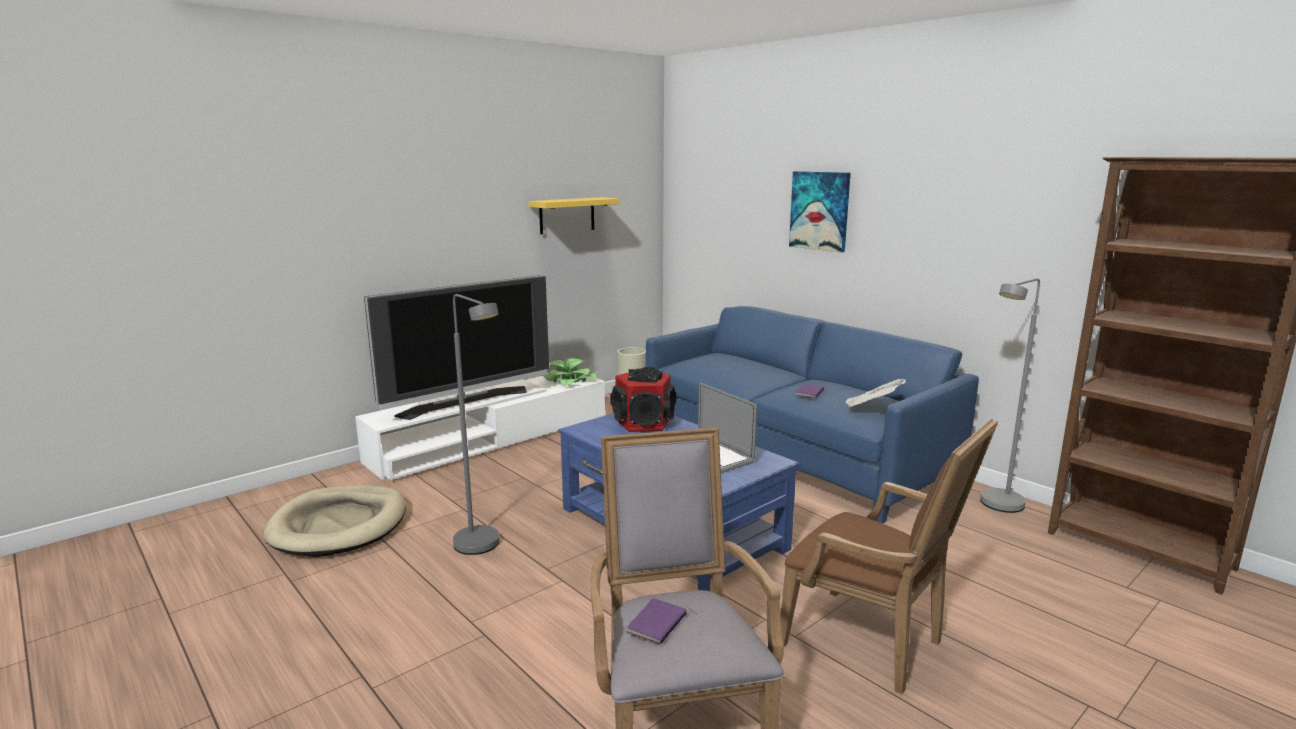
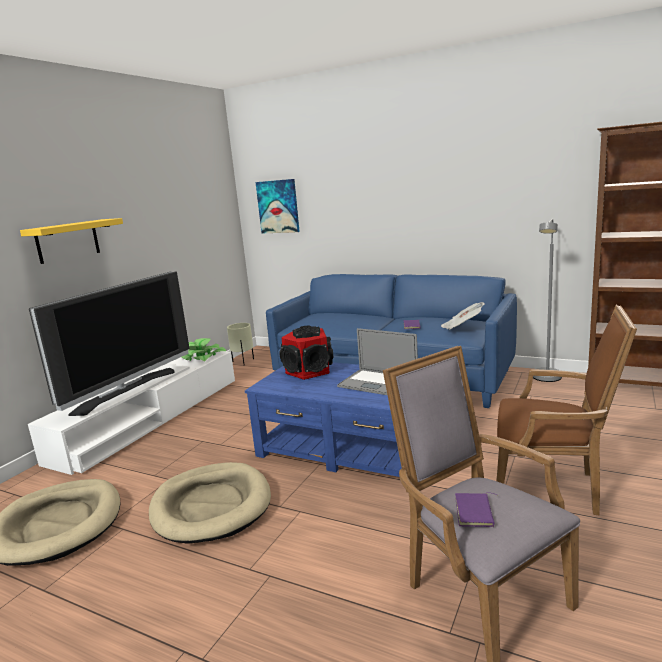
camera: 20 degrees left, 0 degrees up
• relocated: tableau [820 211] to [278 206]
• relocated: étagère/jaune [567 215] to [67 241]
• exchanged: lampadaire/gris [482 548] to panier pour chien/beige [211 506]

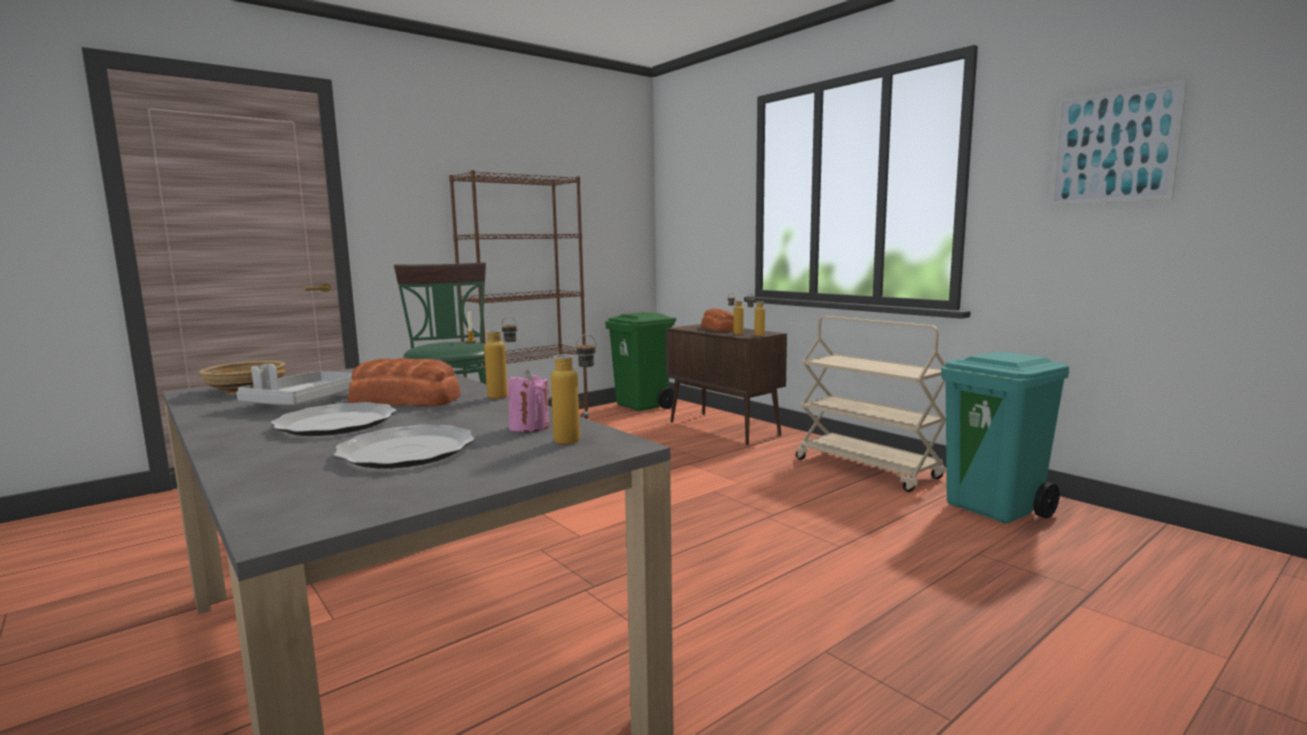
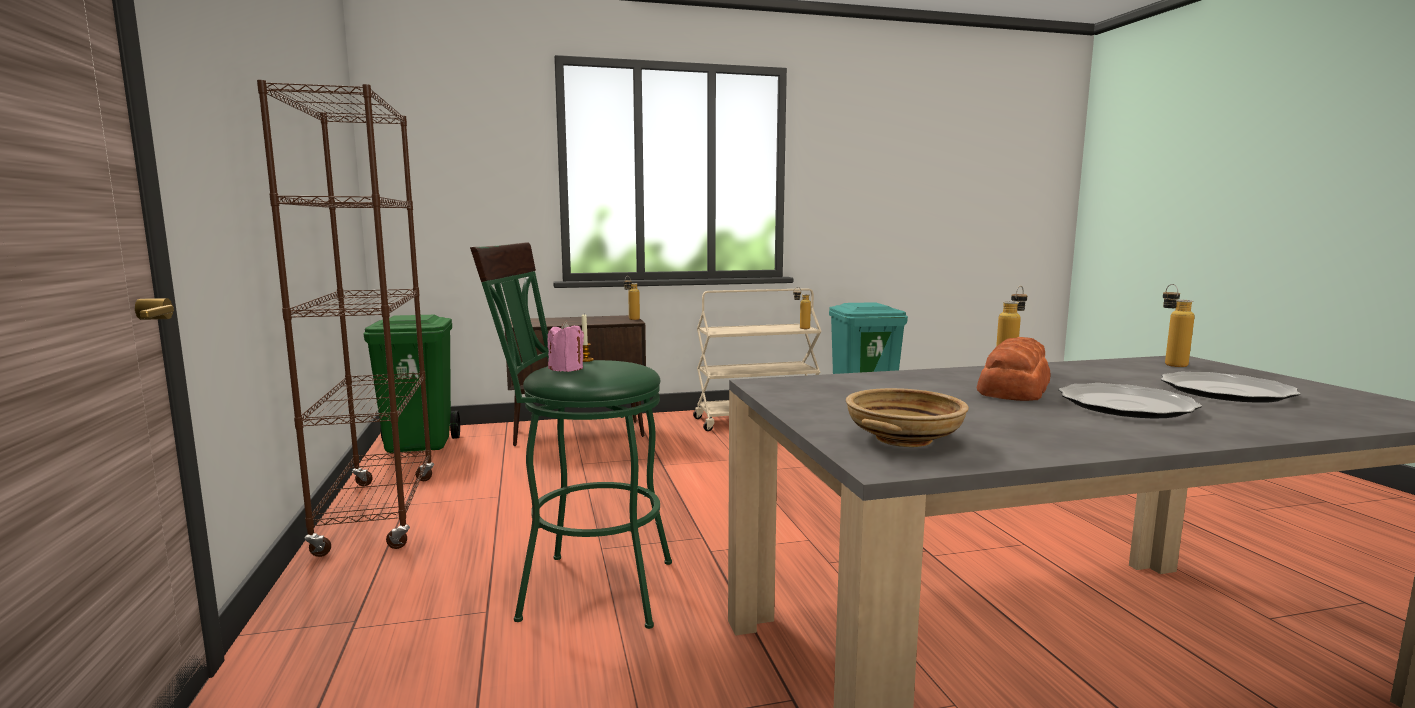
camera: 65 degrees left, 0 degrees up
• missing: tableau [1113 147]
• relocated: bouteille [735 333] to [800 328]
• missing: pain [718 329]
• missing: plateau/gris [304 402]
• relocated: bougie/rose [529 427] to [566 369]

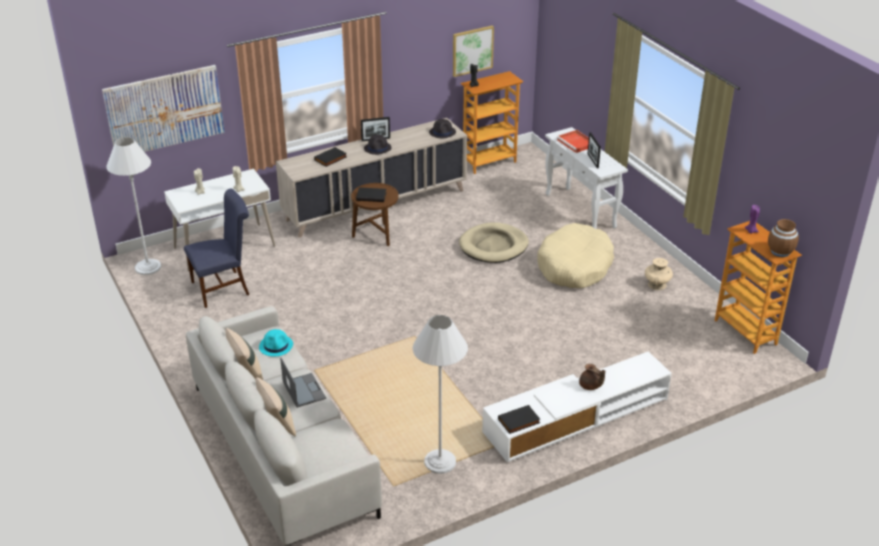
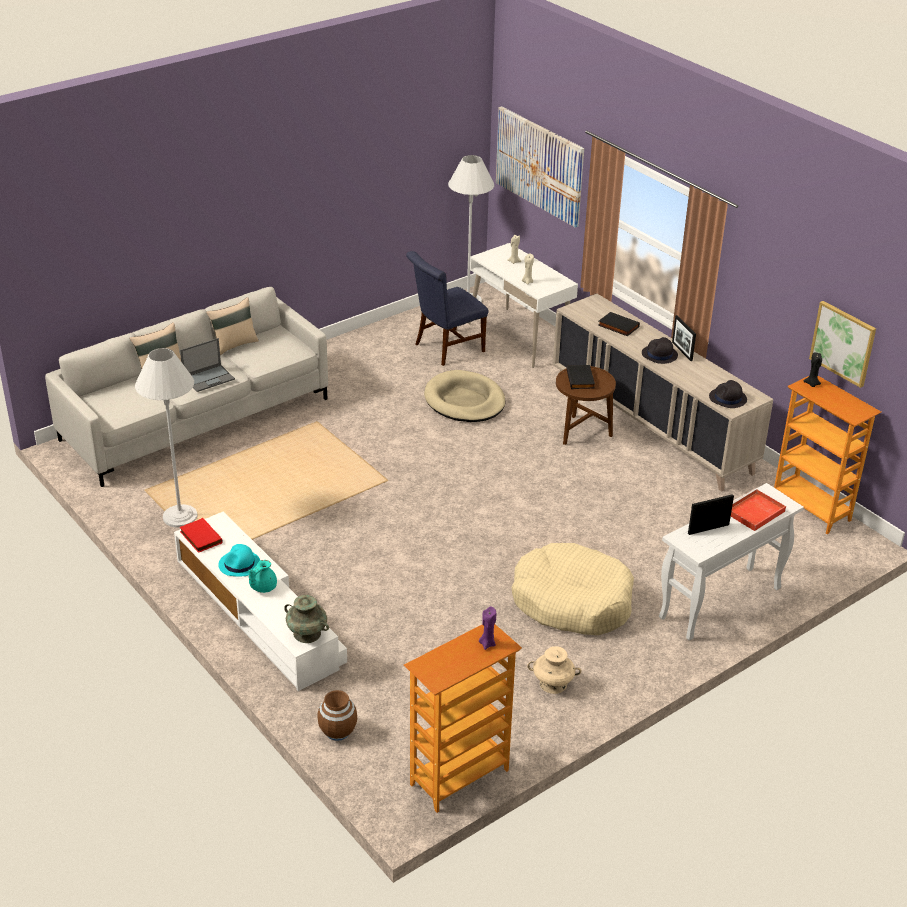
camera: 80 degrees right, 0 degrees up
• spun: chaise/bleu [224 287] = [445 349] 90 degrees clockwise
• relocated: vase/marron [780 251] to [338 731]
• relocated: panier pour chien/beige [493 246] to [464 401]
• relocated: chapeau/turquoise [276 346] to [239 564]
• colour: théière/marron [590 386] to théière/turquoise [262 587]
• colour: livre/noir [519 422] to livre/rouge [200 537]
• appeared: vase/turquoise [307 634]

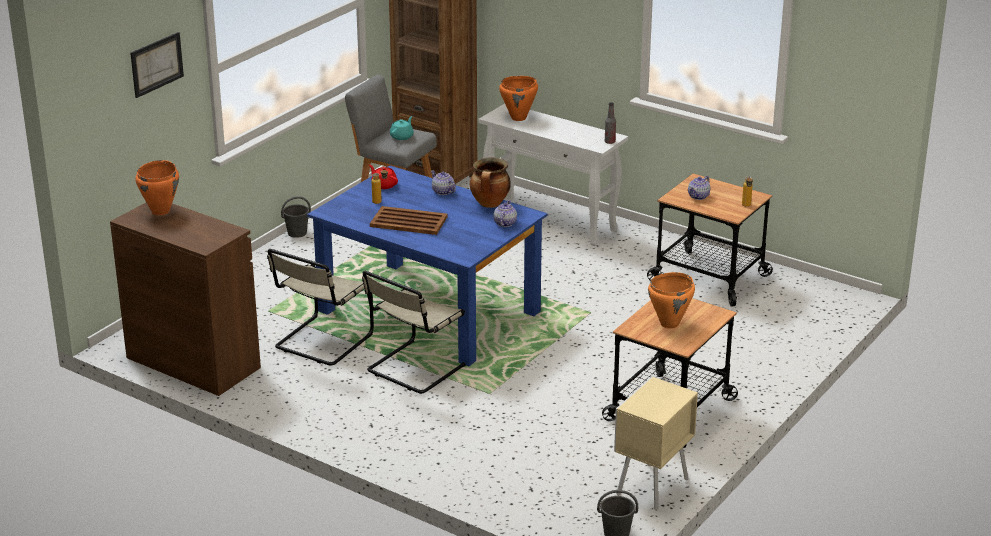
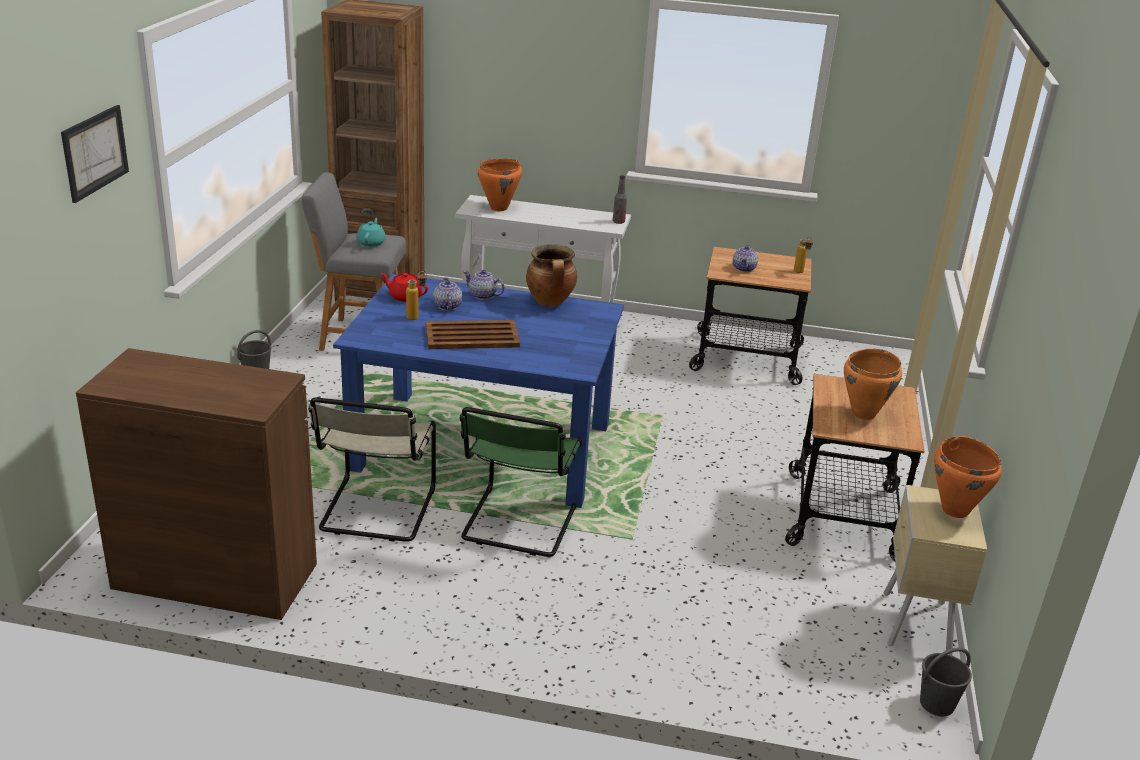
camera: 25 degrees left, 0 degrees up
• relocated: marmite/orange [161 211] to [955 510]
• relocated: théière [504 223] to [447 306]
• colour: chaise/beige [414 369] to chaise/vert [518 524]

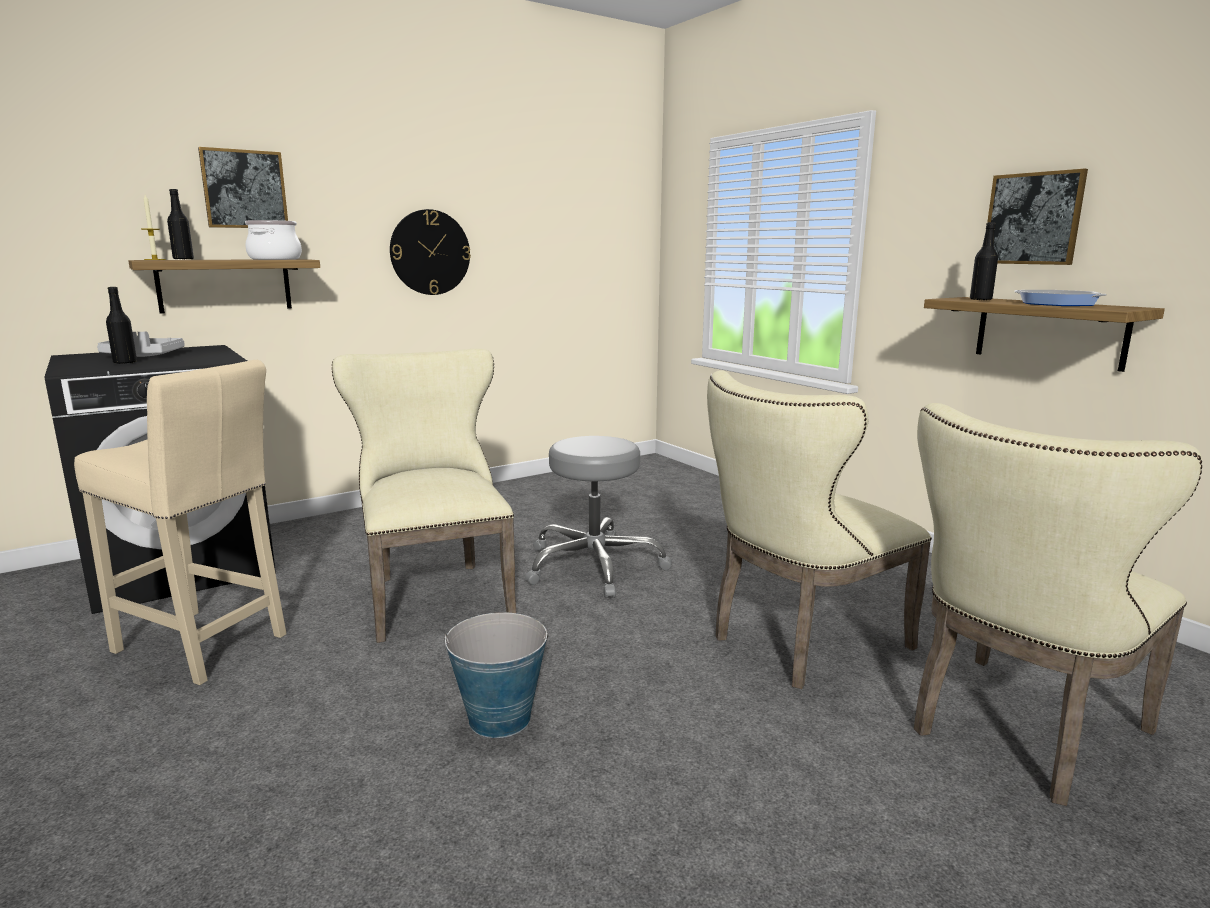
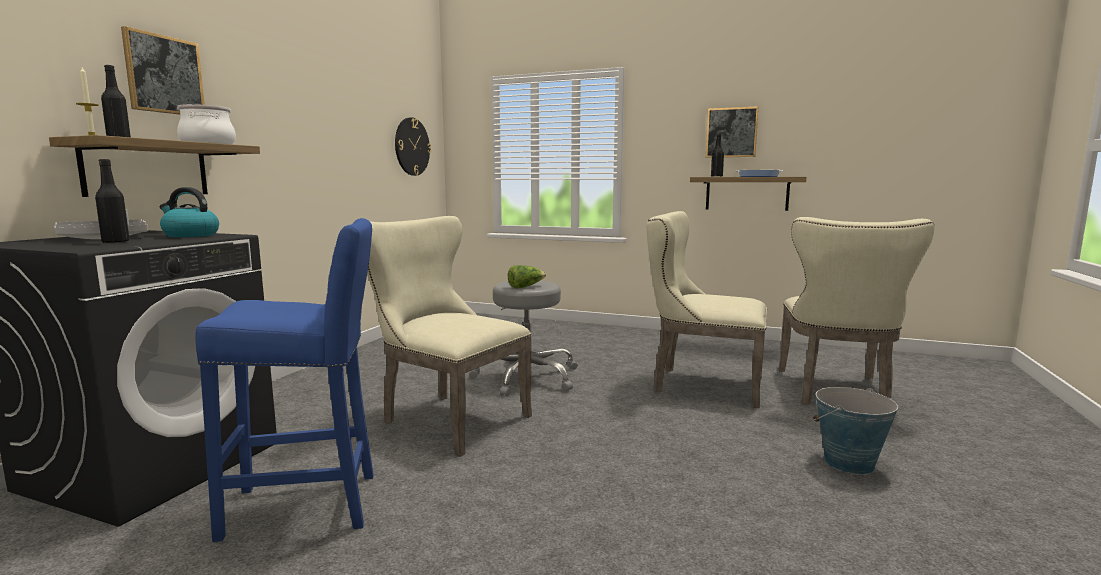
camera: 35 degrees left, 5 degrees down
• relocated: horloge murale [430 252] to [412 146]
• colour: tabouret/beige [204 646] to tabouret/bleu [311 506]
• spun: chaise/beige [799 643] = [700 384] 90 degrees clockwise
• relocated: seau [499 718] to [848 463]
• appeared: bouilloire [190 235]
• appeared: laitue [525 287]

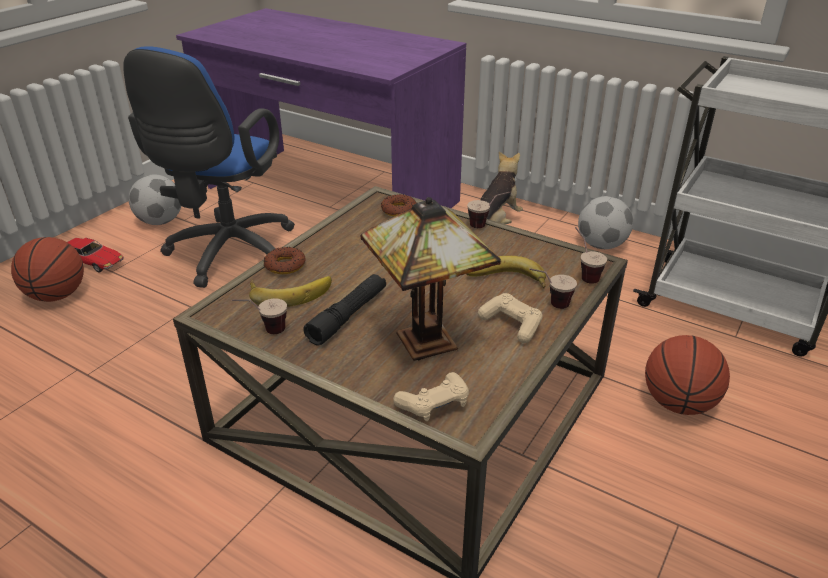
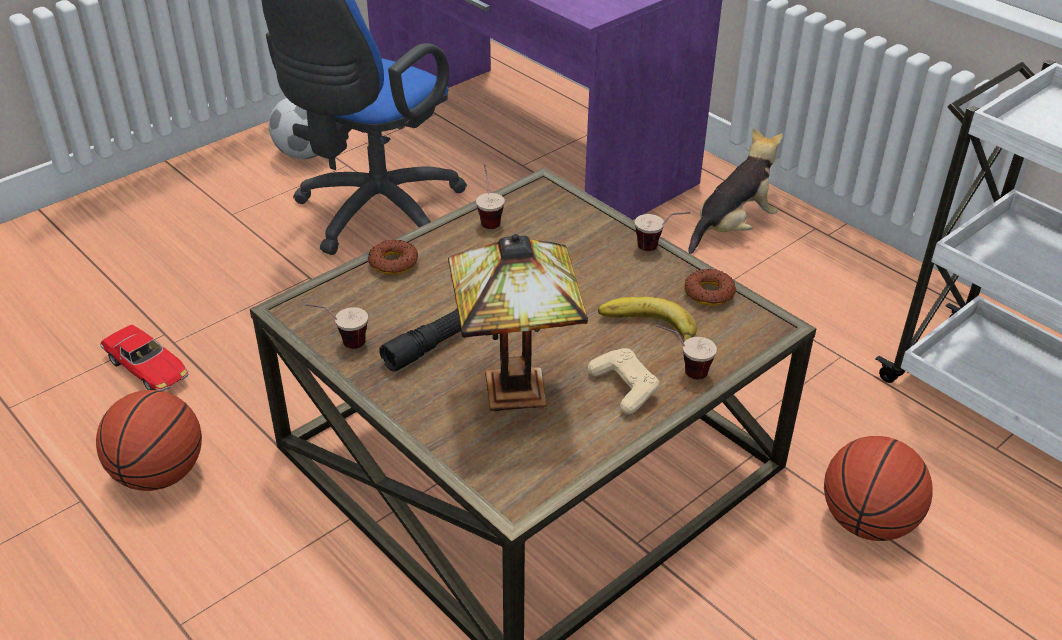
camera: 15 degrees right, 5 degrees up
• relocated: beignet [398 210] to [708 293]
• missing: ballon de foot [601 245]
• relocated: tasse [583 274] to [488 217]
• relocated: ballon de basket [57 296] to [159 474]
• relocated: petite voiture [93 261] to [148 368]
• missing: banane [290 292]
• missing: manette/beige [434 404]

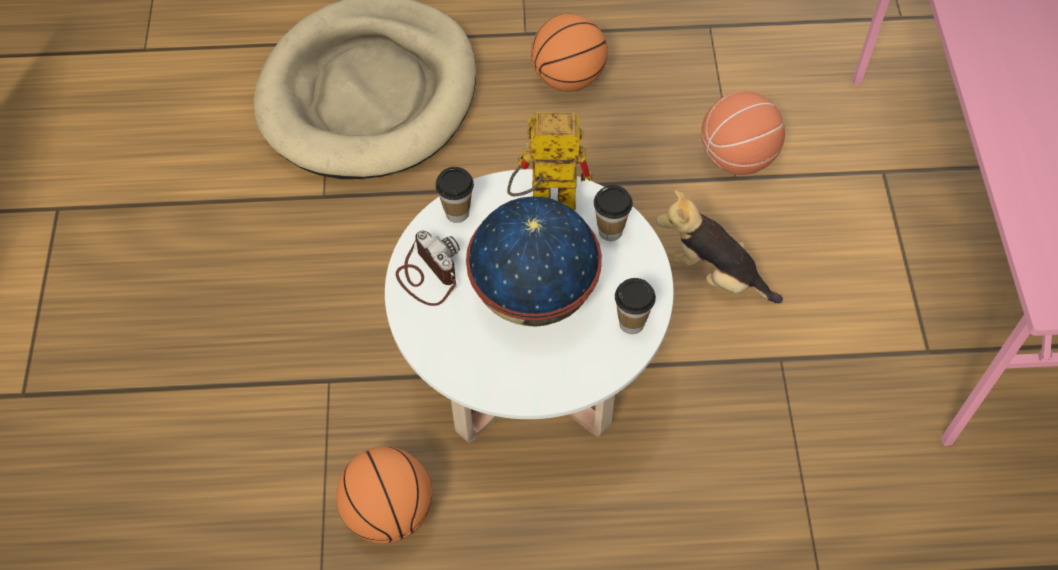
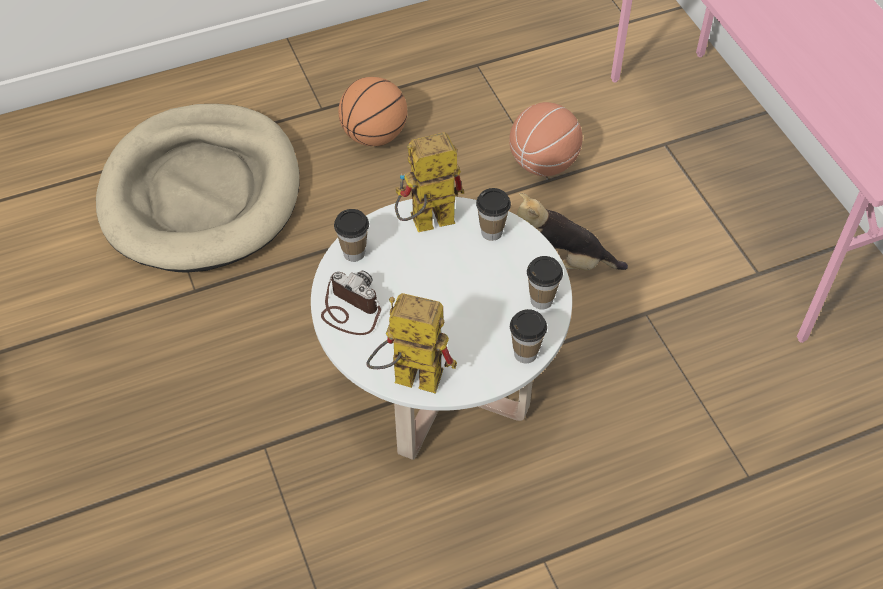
camera: 20 degrees left, 5 degrees down
• missing: globe [534 295]
• missing: ballon de basket [389 512]
• appeared: robot jouet [407 378]
• appeared: tasse [525 353]

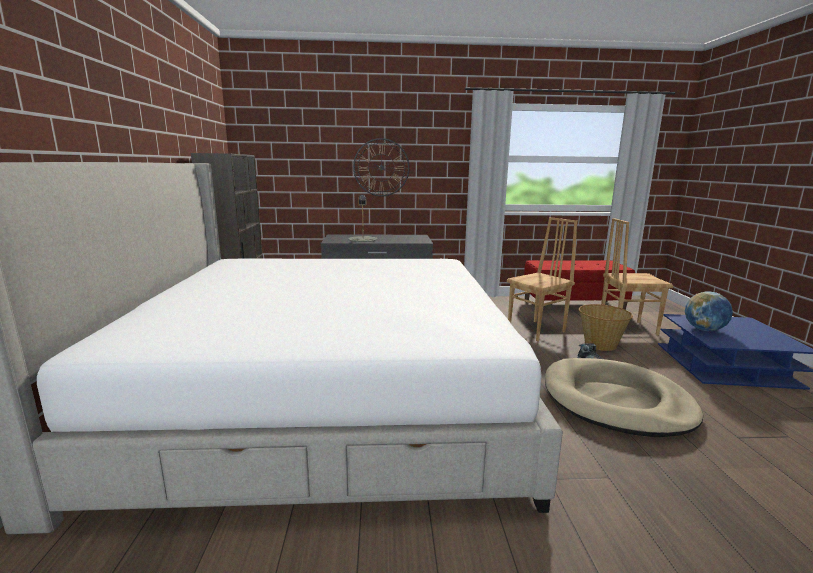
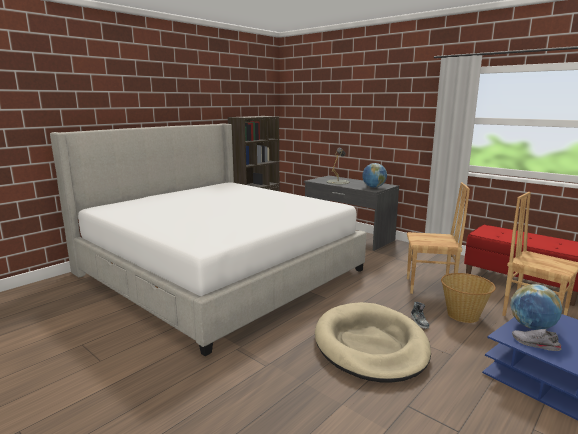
camera: 45 degrees right, 0 degrees up
• missing: horloge murale [381 167]
• appeared: globe [373 187]
• appeared: chaussure/gris [535 344]

